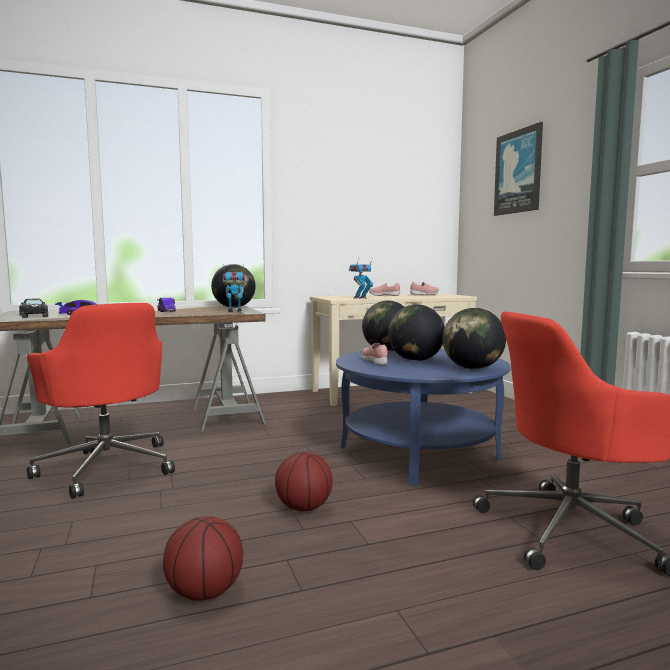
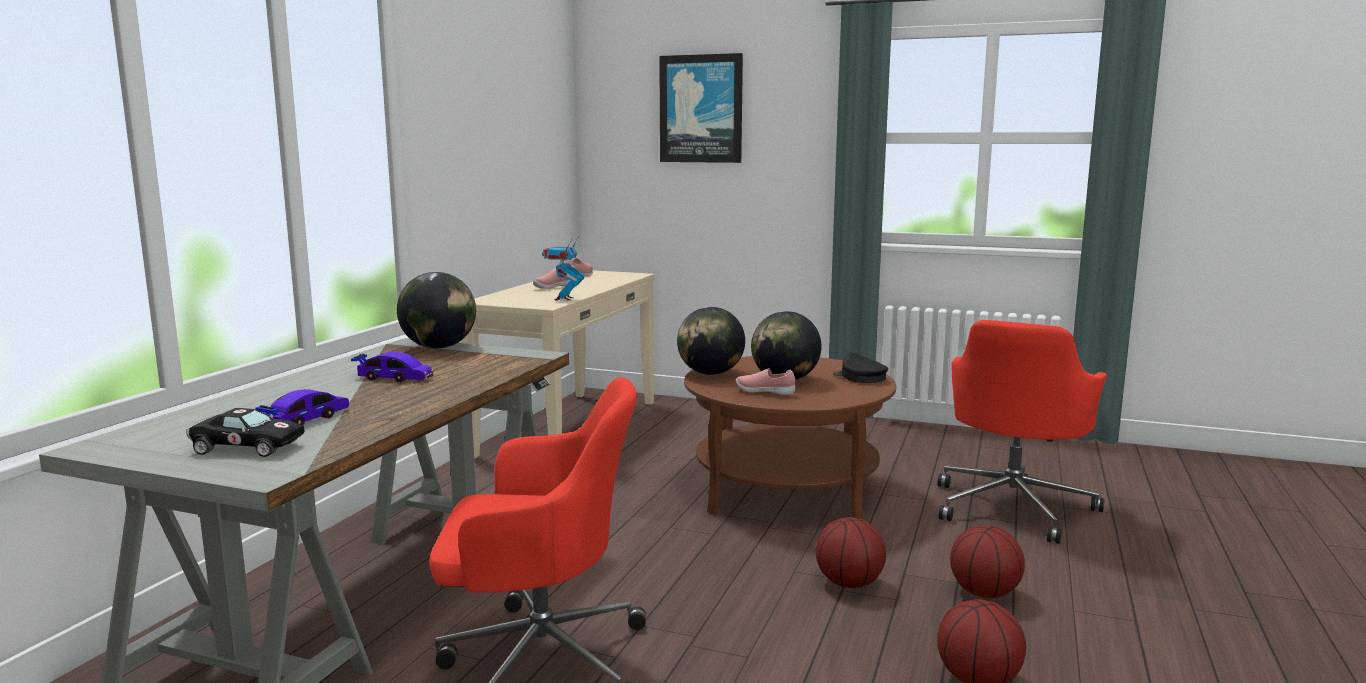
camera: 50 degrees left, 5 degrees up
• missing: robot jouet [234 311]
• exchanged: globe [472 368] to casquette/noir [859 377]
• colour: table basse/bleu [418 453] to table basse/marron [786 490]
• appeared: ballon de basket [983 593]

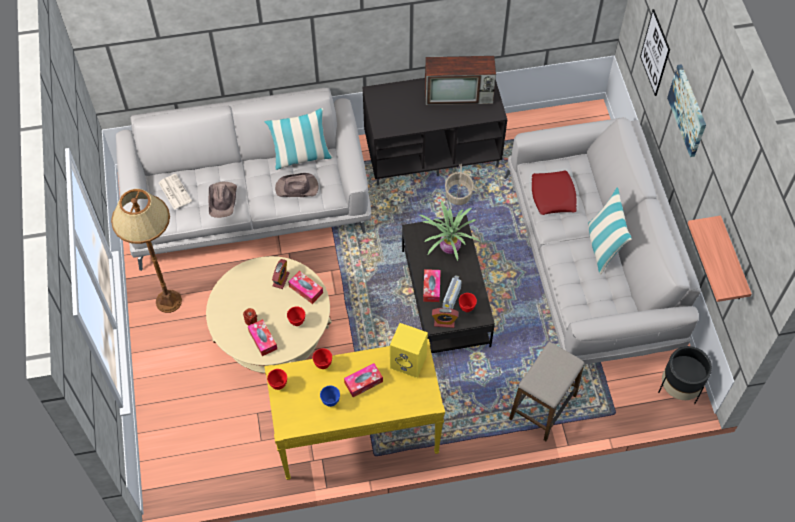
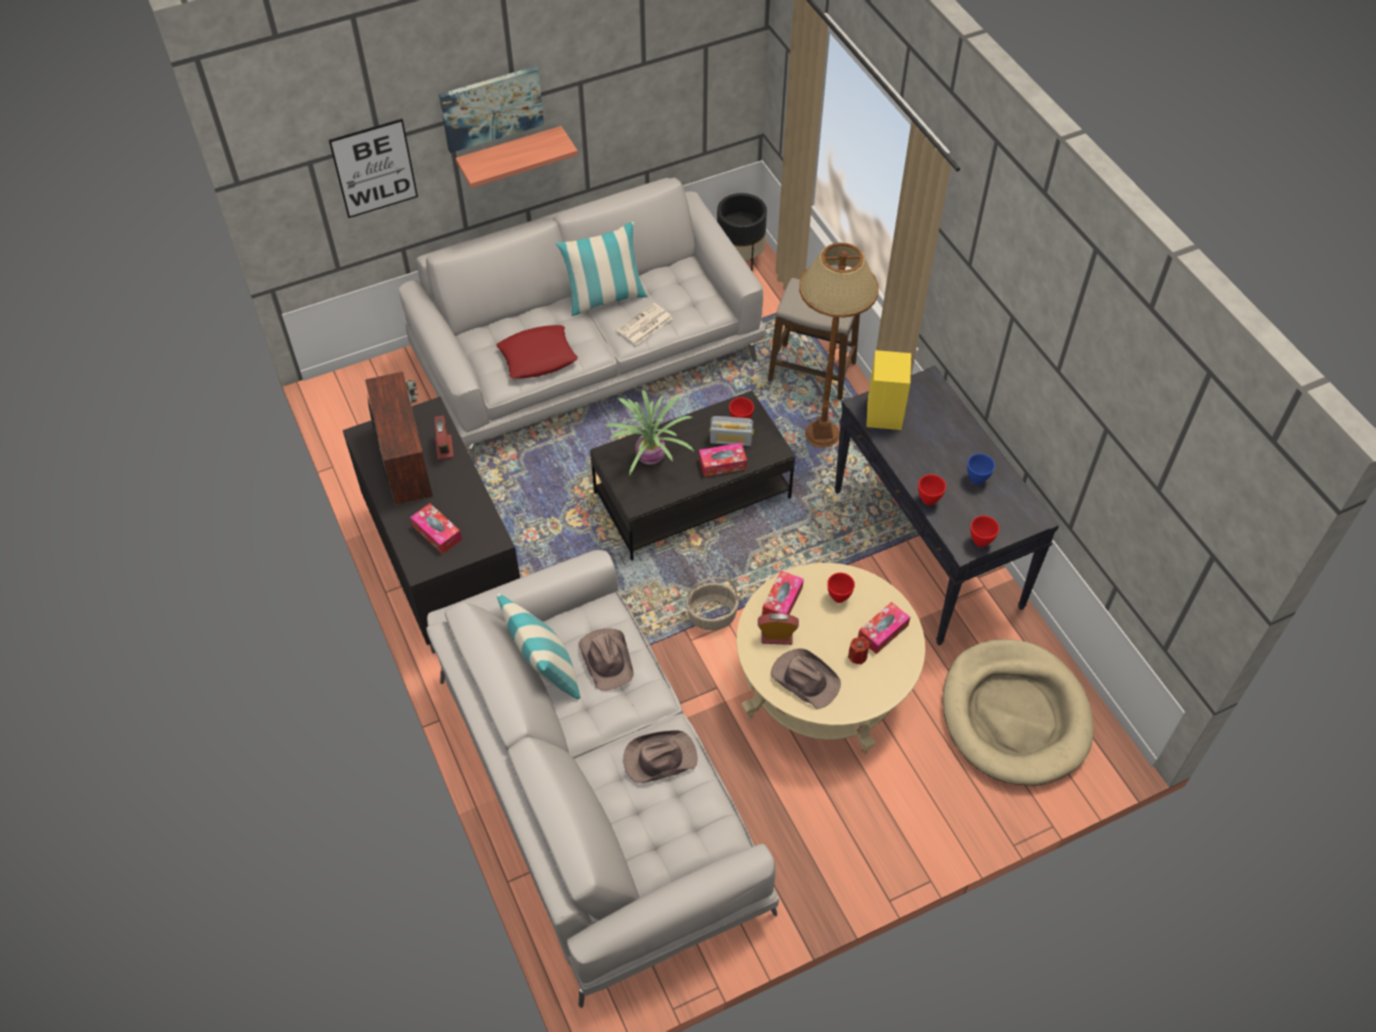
camera: 105 degrees left, 5 degrees down
• relocated: panier [458 194] to [711 616]
• relocated: journal [174 191] to [644 325]
• relocated: lampadaire/marron [168 301] to [821 434]
• relocated: étagère [732 262] to [510 157]
• relocated: réveil [444 322] to [444 448]
• colour: table console/jaune [356 433] to table console/noir [927 548]
• relocated: boîte à mouchoirs [363 382] to [437 533]
• appeared: panier pour chien/beige [1014 715]
• appeared: chapeau/marron [805 679]

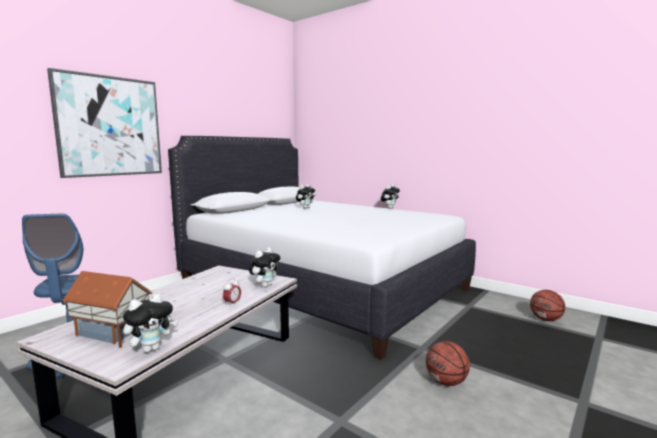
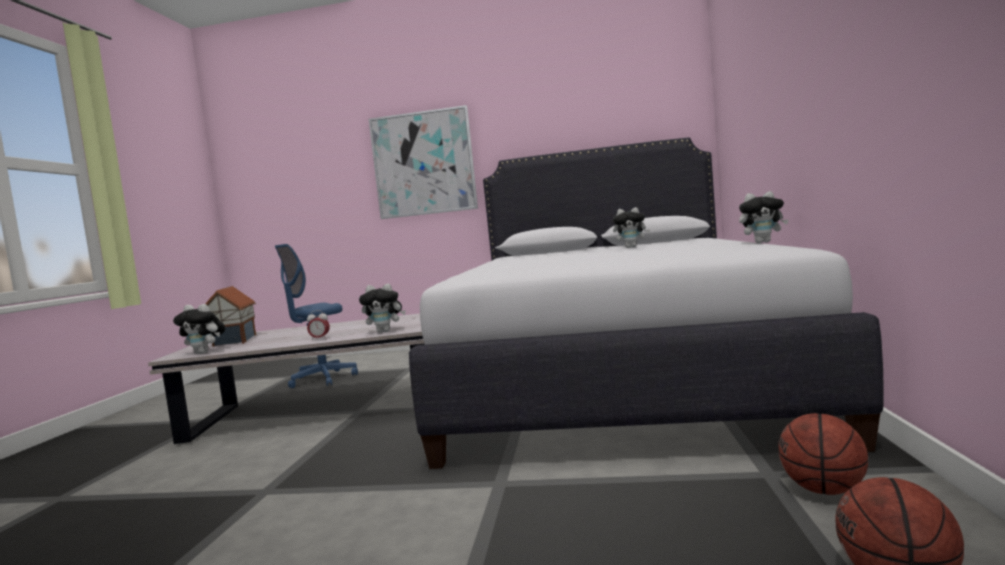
camera: 60 degrees right, 5 degrees down
• relocated: ballon de basket [446 382] to [823 490]

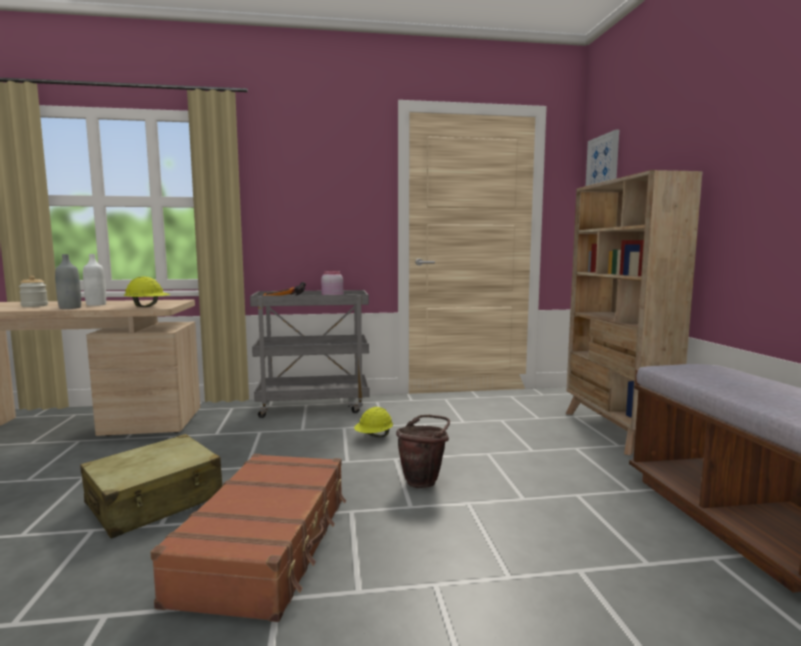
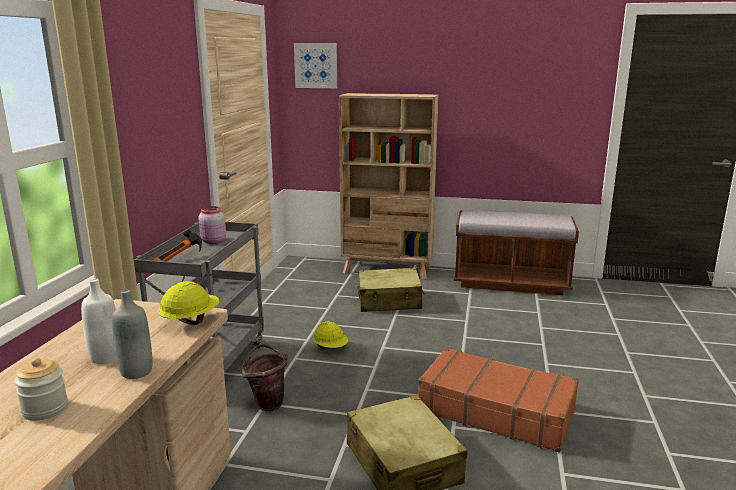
camera: 70 degrees left, 10 degrees up
• relocated: seau/marron [424 481] to [267 403]
• appeared: valise/beige [389 301]

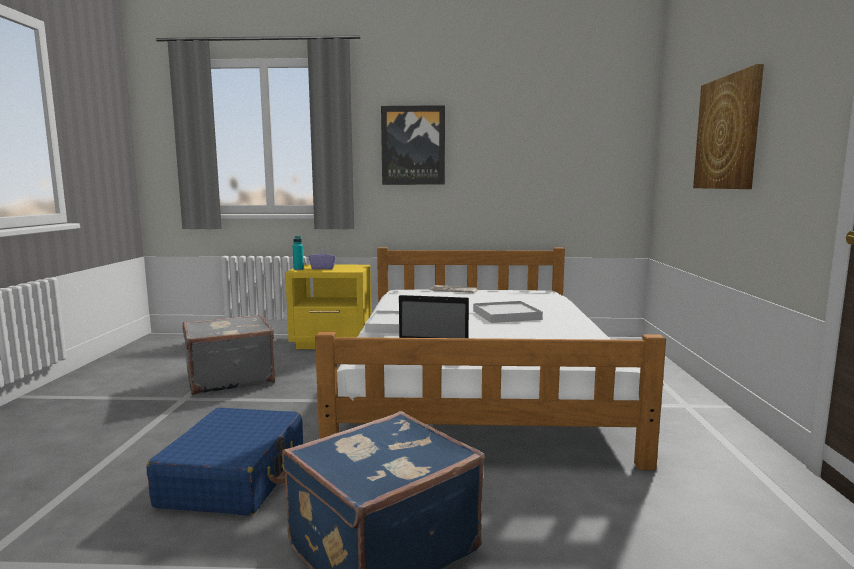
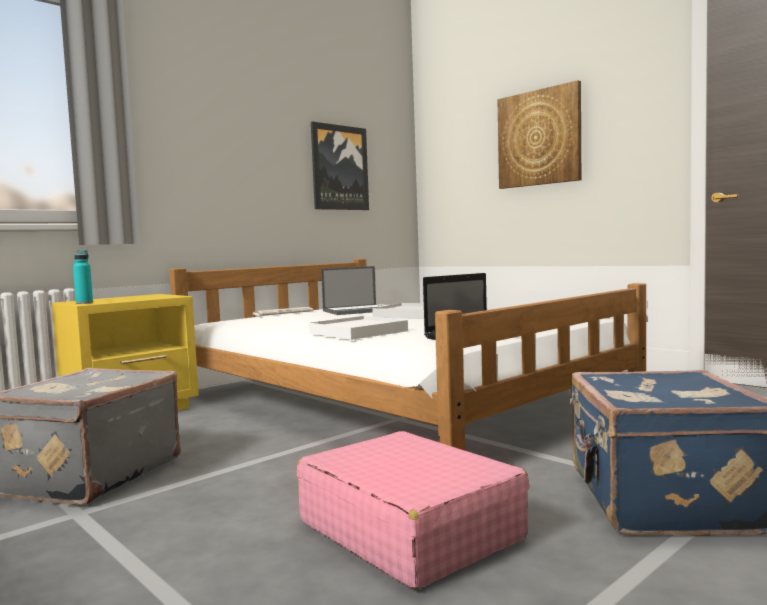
camera: 45 degrees left, 5 degrees down
• relocated: tableau [413 145] to [339 168]
• missing: boîte à mouchoirs/violet [323 268]
• colour: valise/bleu [235 477] to valise/rose [408 530]
• appeared: ordinateur portable [358 310]

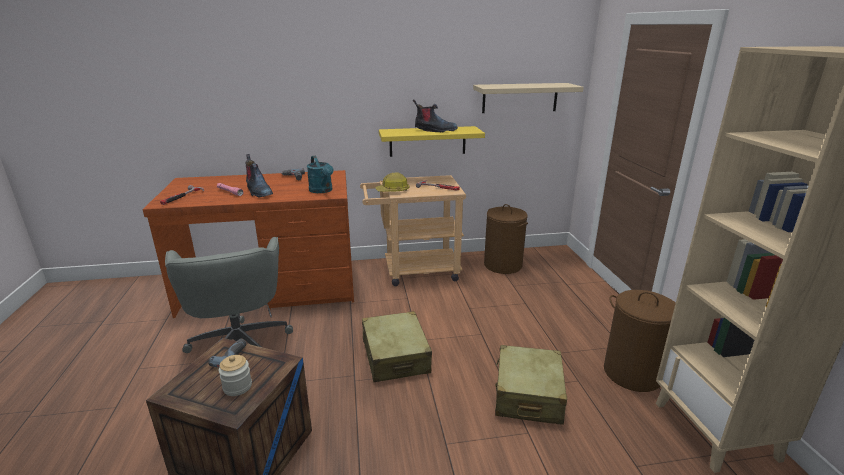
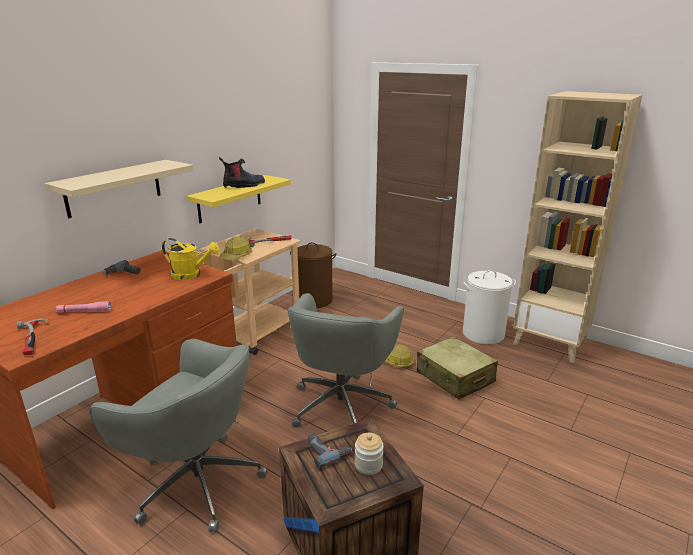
camera: 45 degrees left, 0 degrees up
• relocated: étagère/beige [520 98] to [114 188]
• missing: botte [258 191]
• colour: arrosoir/turquoise [322 191] to arrosoir/jaune [191 275]
• colour: panier à linge/marron [633 373] to panier à linge/blanc [483 334]
• exchanged: valise/beige [395 356] to chaise de bureau/gris [342 404]
• appeared: casque de chantier [397 362]

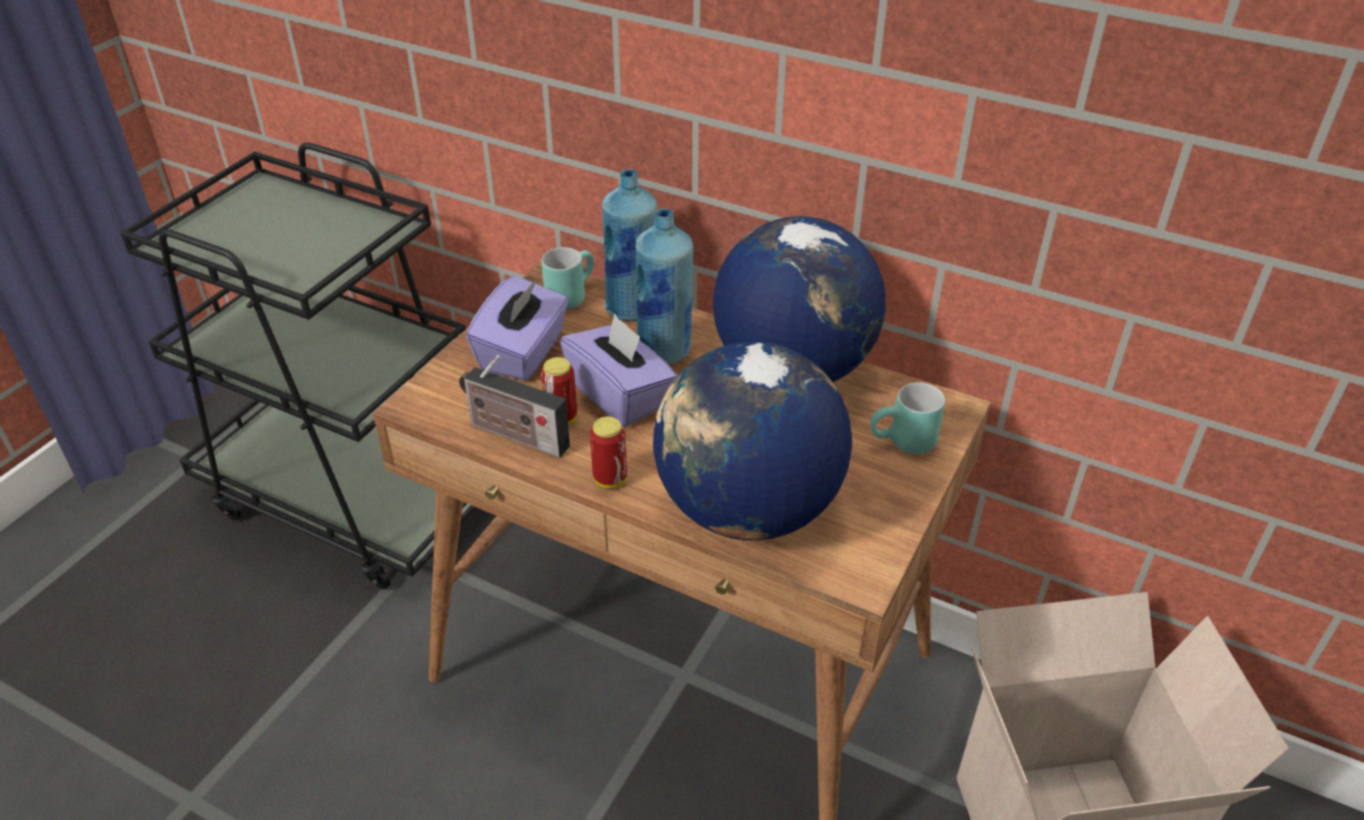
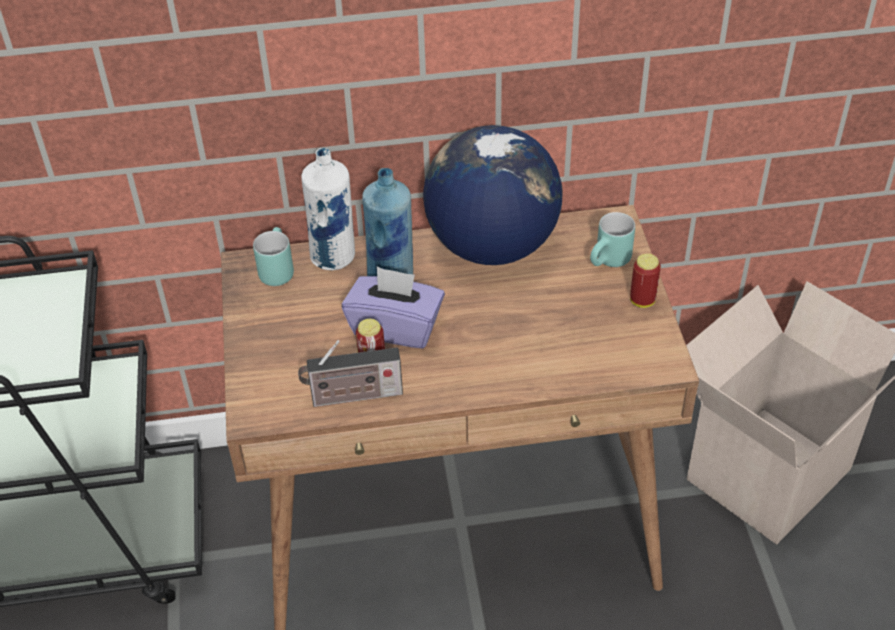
camera: 35 degrees left, 5 degrees up
• colour: bouteille/bleu [632 308] to bouteille/blanc [334 257]
• missing: boîte à mouchoirs/violet [523 353]
• missing: globe [746 509]
• relocated: boîte métallique [610 479] to [642 301]

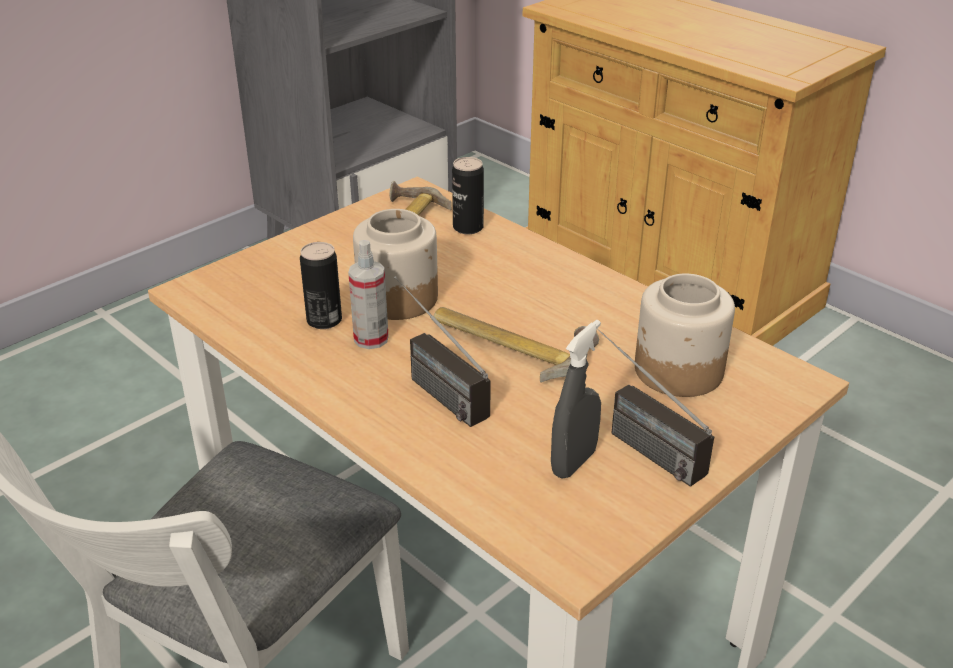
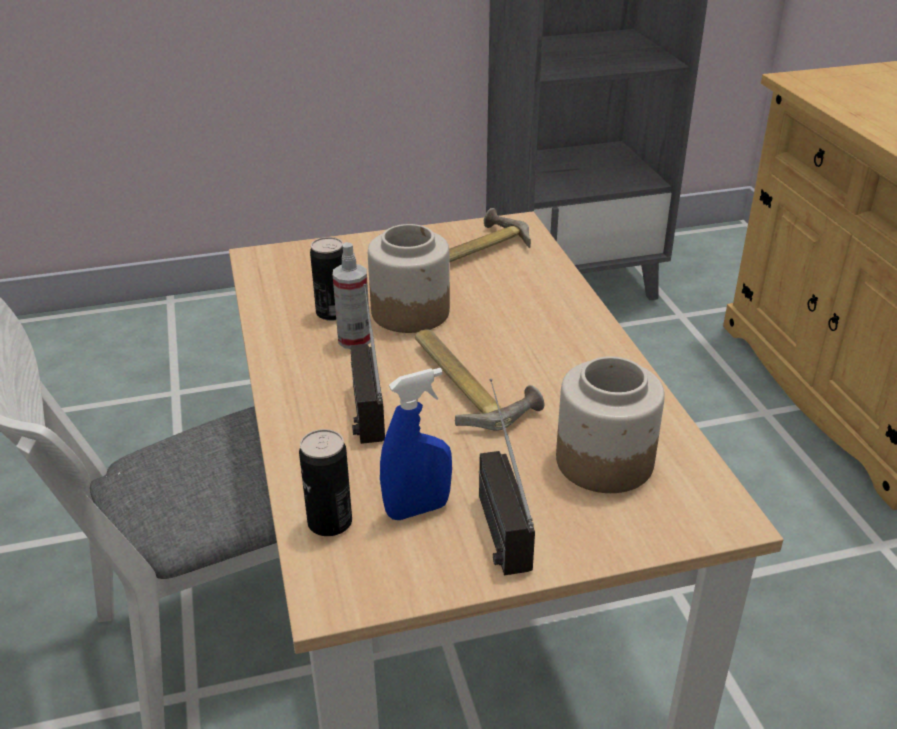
camera: 30 degrees right, 0 degrees up
• relocated: boîte métallique [468 228] to [330 522]
• colour: vaporisateur/gris [573 462] to vaporisateur/bleu [417 509]

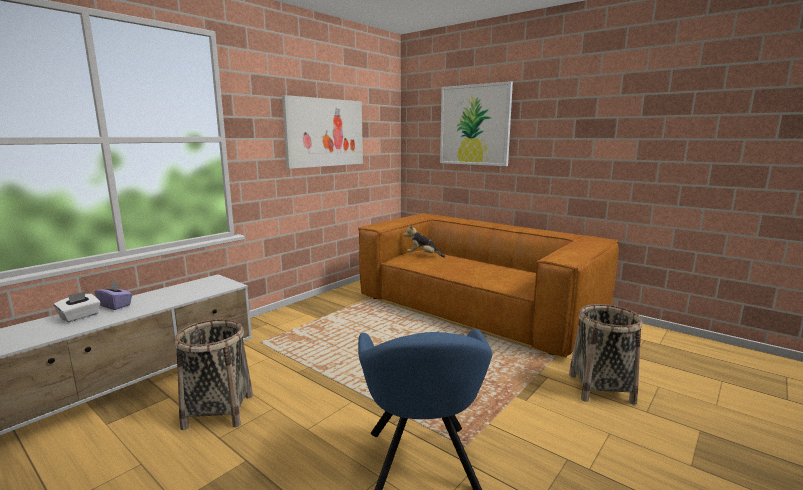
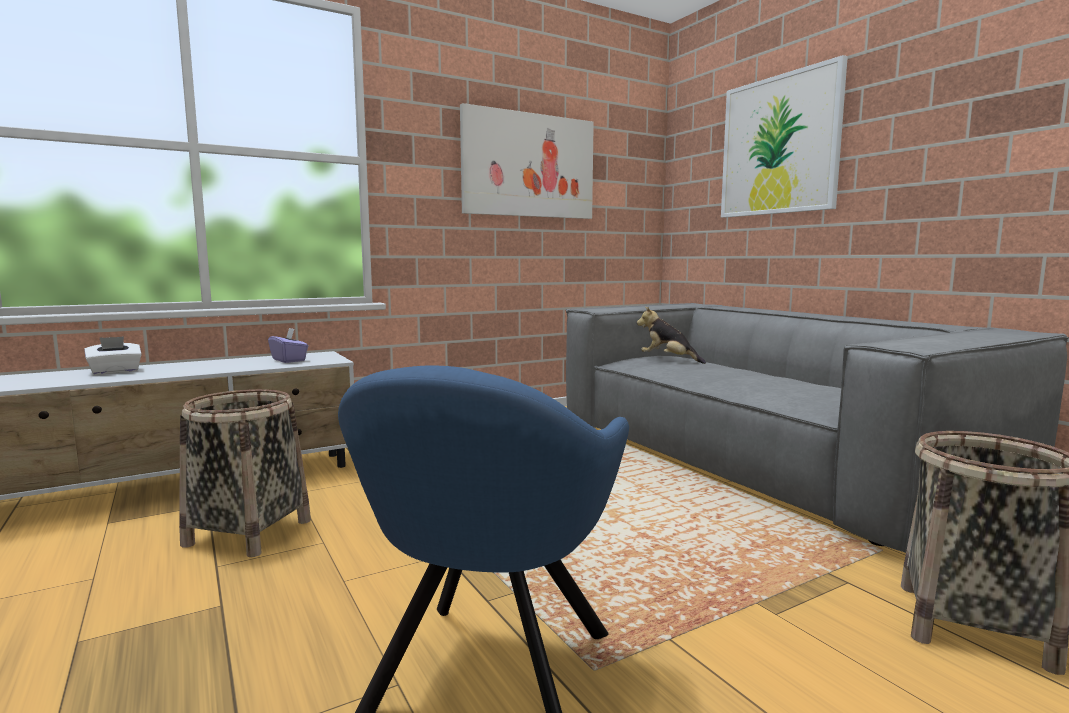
camera: 20 degrees right, 5 degrees down
• colour: canapé/marron [477 307] to canapé/gris [758 455]
• relocated: boîte à mouchoirs/violet [116 305] to [289 360]

